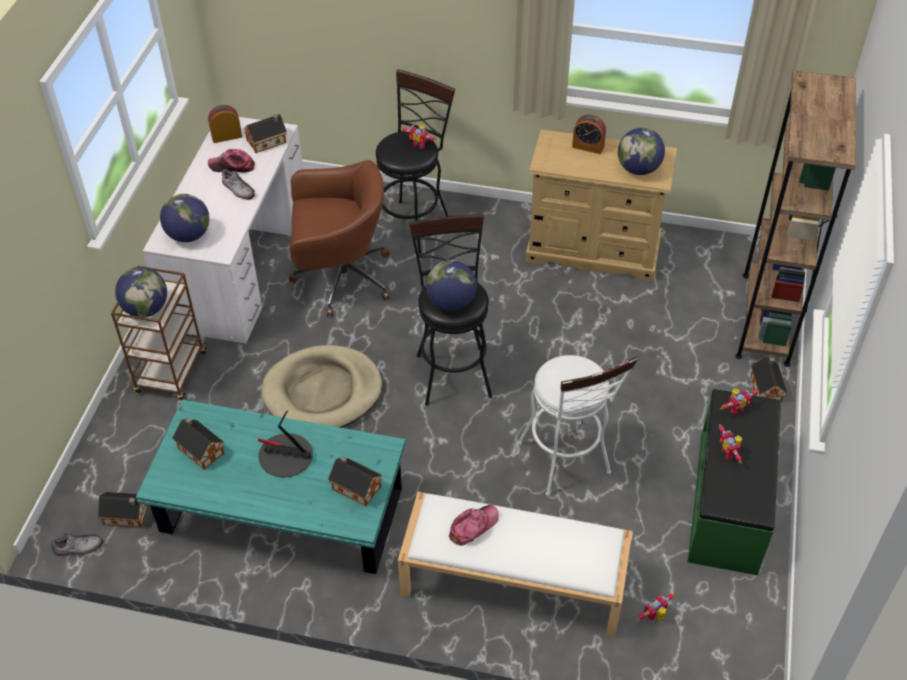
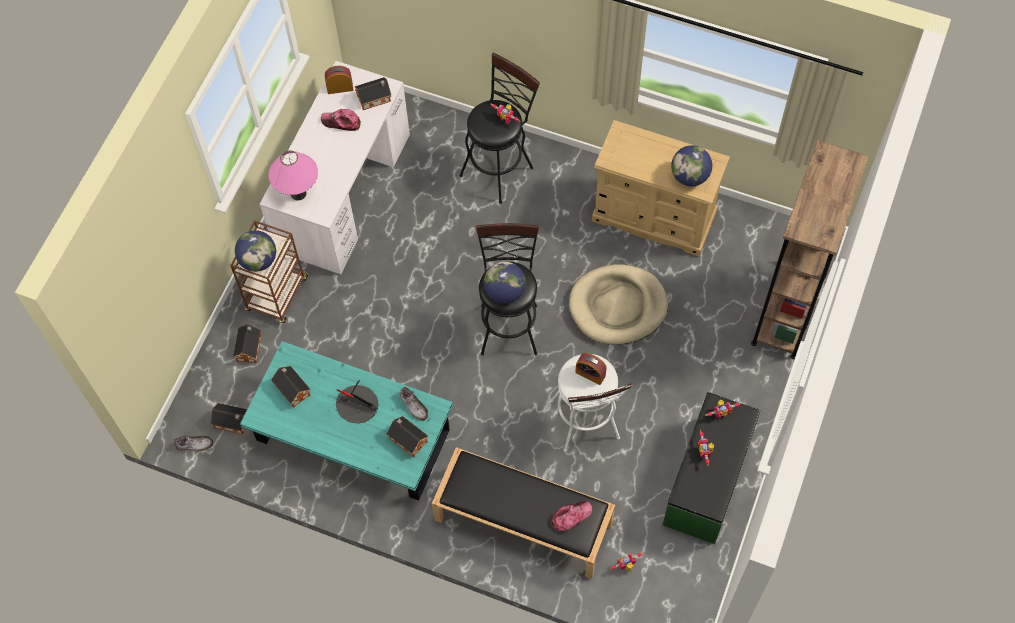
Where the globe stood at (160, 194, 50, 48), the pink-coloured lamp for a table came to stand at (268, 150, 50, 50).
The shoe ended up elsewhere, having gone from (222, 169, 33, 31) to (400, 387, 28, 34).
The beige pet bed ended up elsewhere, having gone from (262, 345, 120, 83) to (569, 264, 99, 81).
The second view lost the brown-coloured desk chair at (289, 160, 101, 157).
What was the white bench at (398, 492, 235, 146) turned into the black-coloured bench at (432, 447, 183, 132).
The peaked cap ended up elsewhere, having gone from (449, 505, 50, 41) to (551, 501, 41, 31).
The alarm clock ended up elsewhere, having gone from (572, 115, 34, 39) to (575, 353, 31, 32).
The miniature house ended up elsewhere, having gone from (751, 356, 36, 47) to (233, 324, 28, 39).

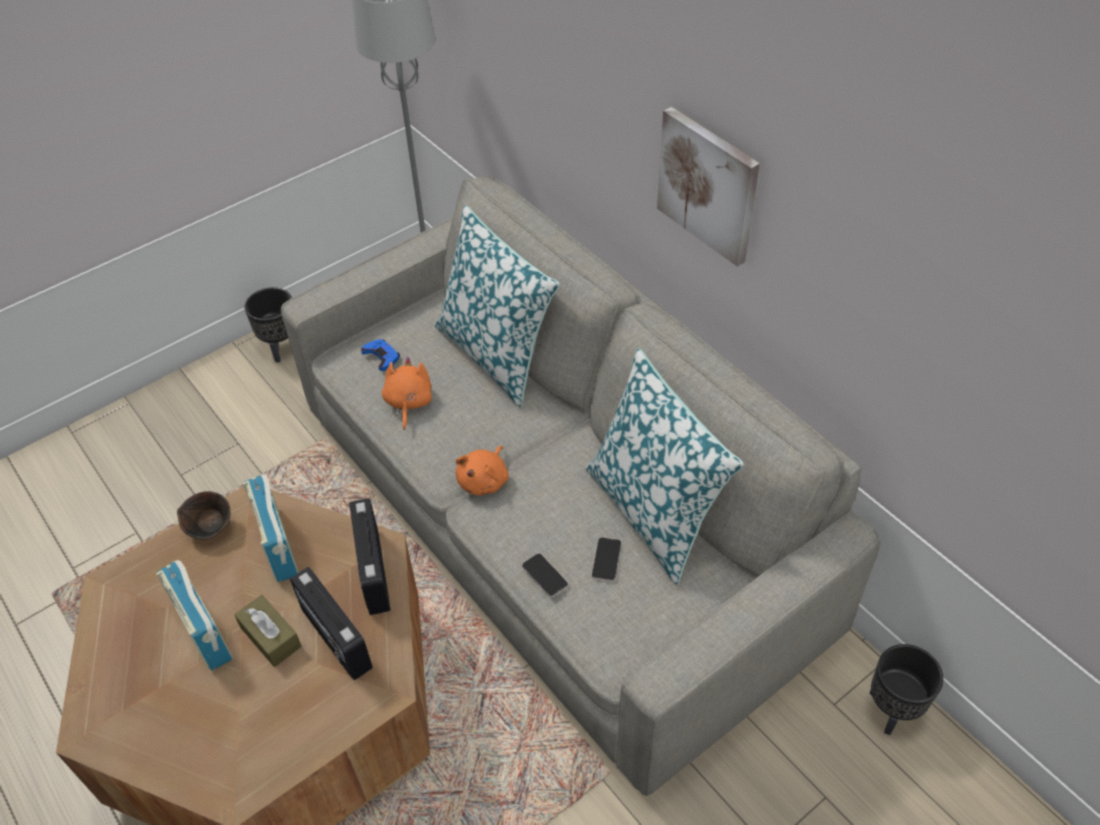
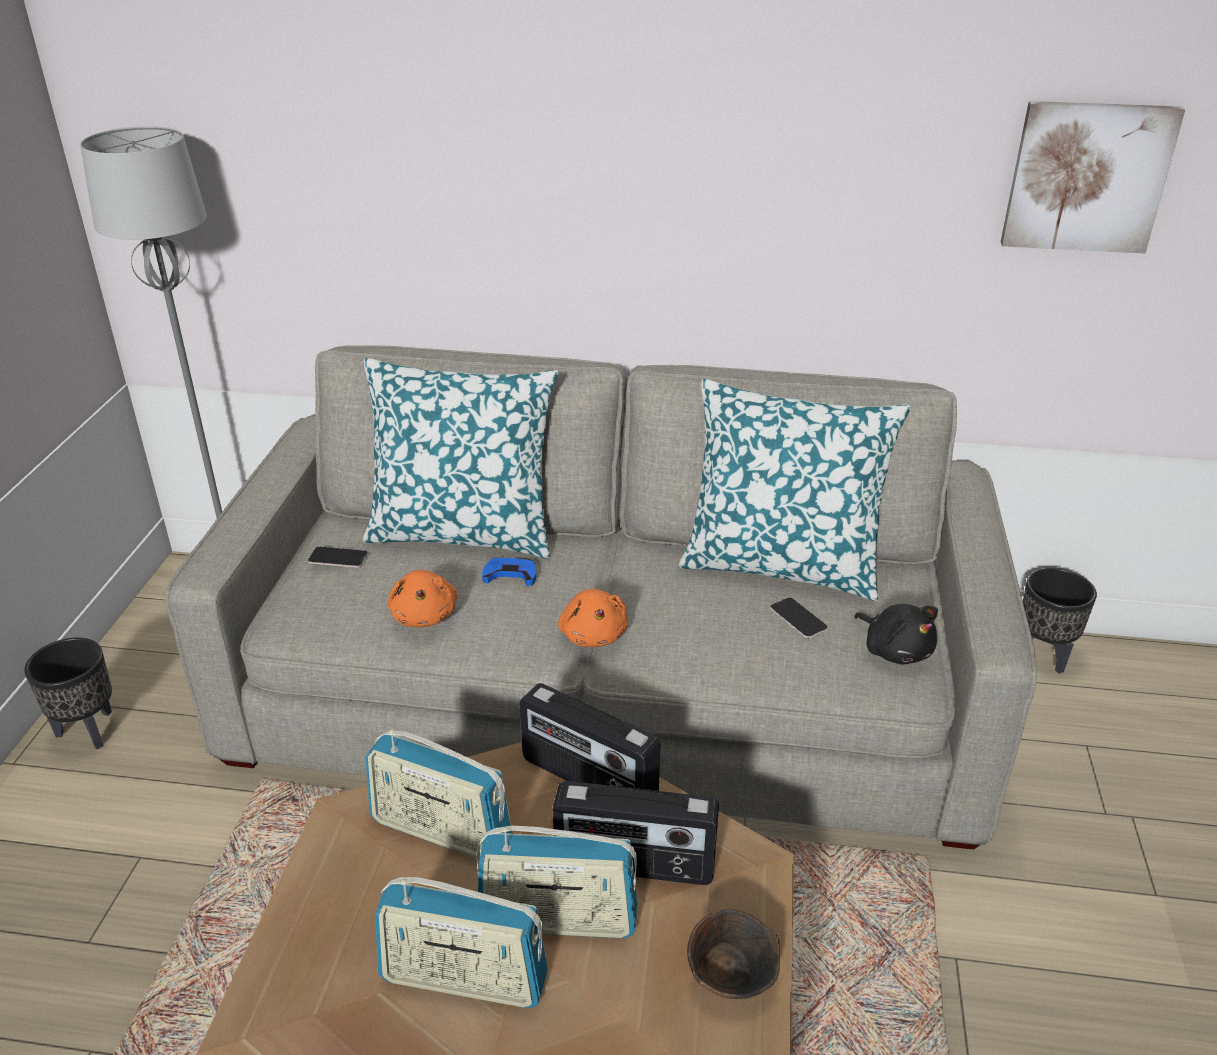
The brown-coloured serving bowl ended up elsewhere, having gone from (177, 491, 53, 49) to (687, 909, 93, 90).
Where the brown-coloured tissue box stood at (234, 595, 68, 72), the radio set came to stand at (477, 826, 160, 112).
The blue gamepad ended up elsewhere, having gone from (361, 339, 39, 32) to (482, 557, 54, 29).
The orange cuddly toy at (382, 357, 50, 73) ended up facing another way, 150 degrees counterclockwise from before.
The handset ended up elsewhere, having gone from (522, 553, 46, 44) to (308, 546, 60, 22).
The wall picture ended up elsewhere, having gone from (657, 107, 103, 160) to (1001, 101, 184, 153).
The second view gained the black-coloured cuddly toy at (854, 604, 84, 60).

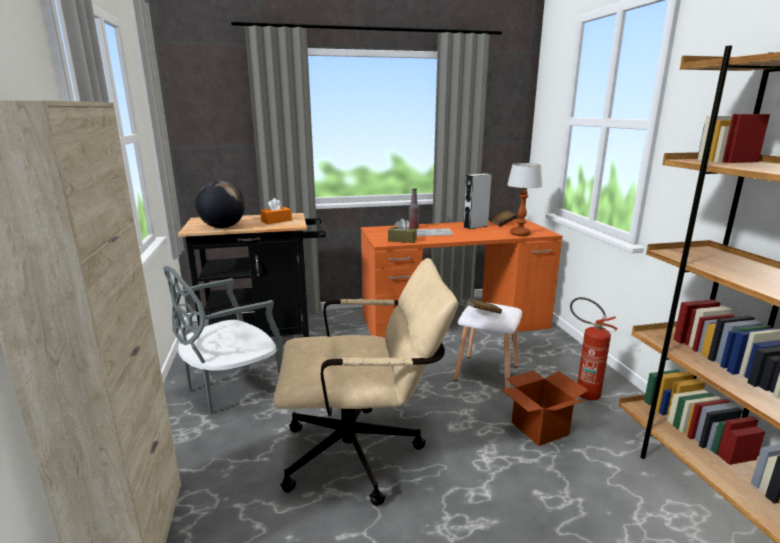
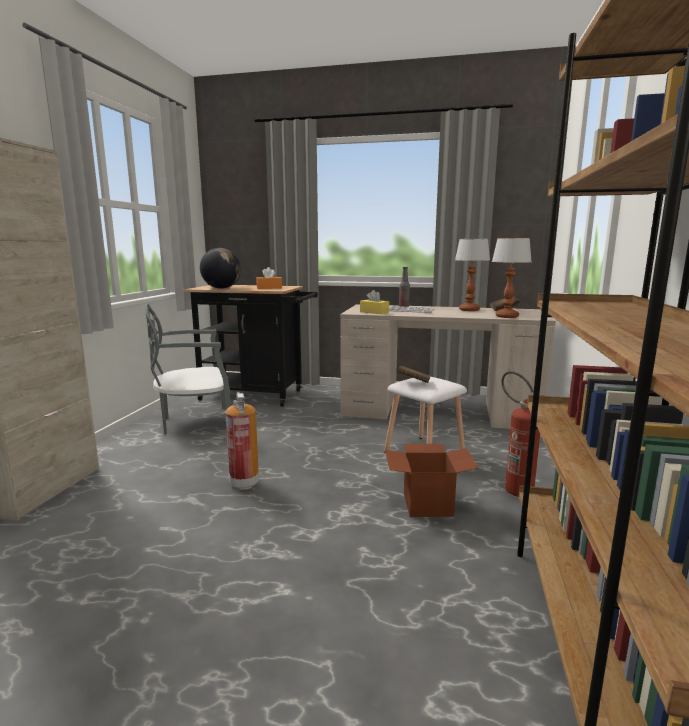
Where the beige desk chair stood at (273, 258, 185, 248), the extinguisher came to stand at (225, 392, 34, 98).
What was the orange desk table at (361, 219, 202, 119) turned into the beige desk table at (340, 304, 216, 125).
What was the brown-coloured tissue box at (388, 218, 29, 25) turned into the yellow tissue box at (360, 290, 29, 24).
Where the grey speaker stood at (463, 173, 29, 56), the lamp for a table came to stand at (455, 239, 35, 72).

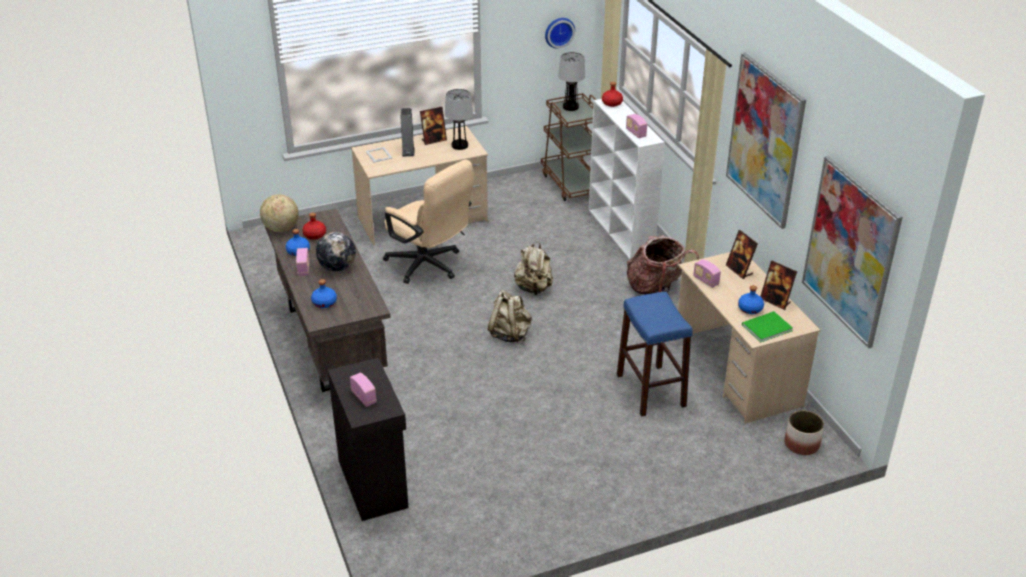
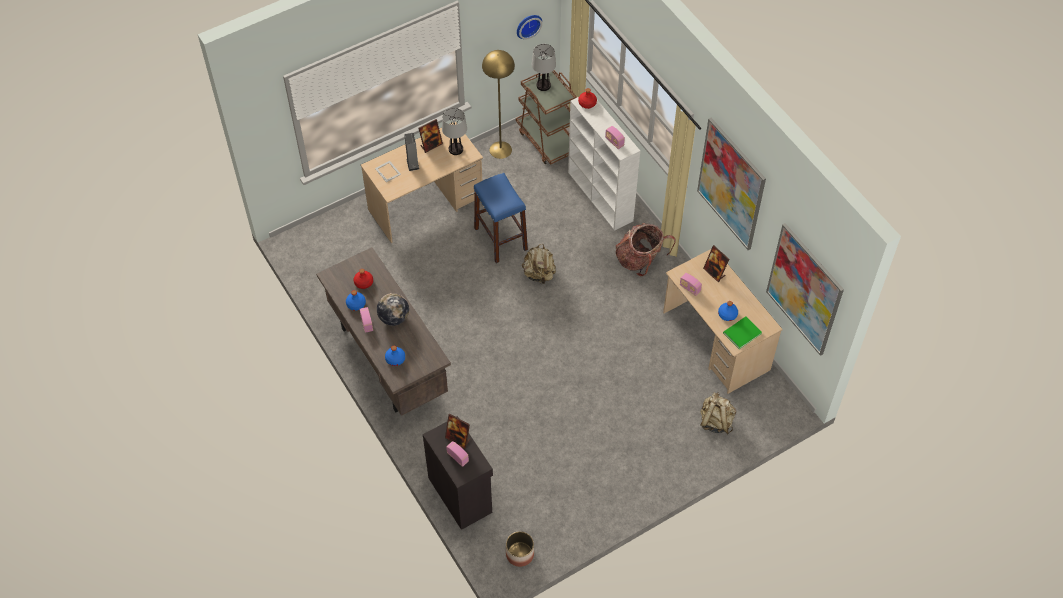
The second view lost the globe at (260, 194, 39, 38).
The second view lost the beige desk chair at (383, 160, 90, 124).
The beige rucksack ended up elsewhere, having gone from (488, 290, 44, 53) to (700, 392, 36, 42).
The blue stool seat ended up elsewhere, having gone from (617, 292, 76, 125) to (474, 173, 54, 90).
The picture frame ended up elsewhere, having gone from (760, 261, 37, 49) to (445, 413, 26, 36).
The flower pot ended up elsewhere, having gone from (784, 410, 40, 45) to (506, 531, 28, 36).
The second view gained the yellow floor lamp at (482, 50, 33, 109).

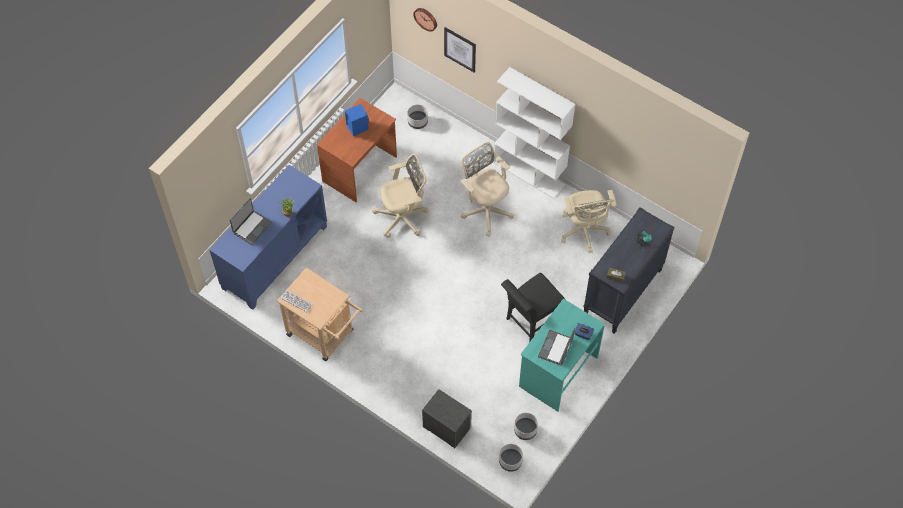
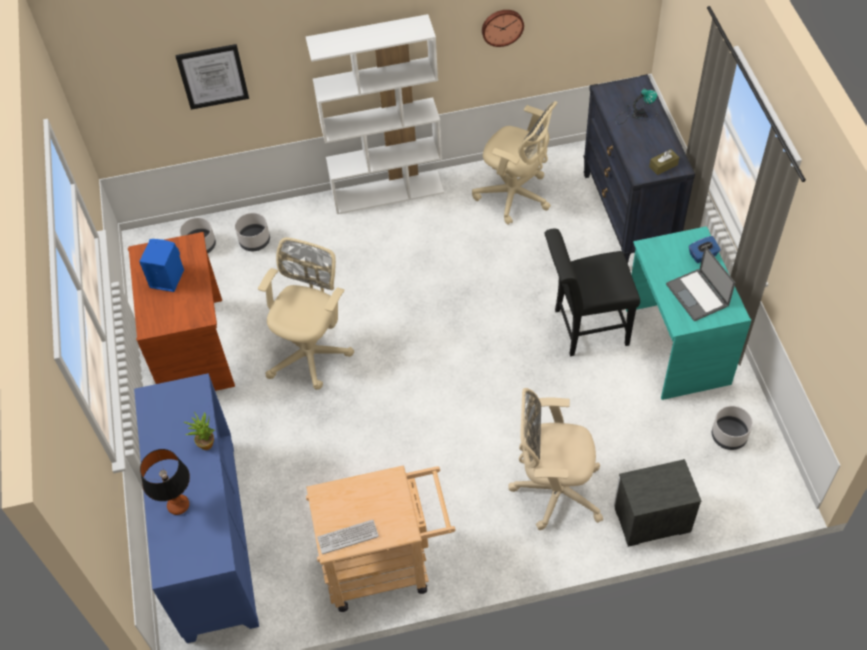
Where the portable computer stood at (230, 198, 42, 47), the lamp for a table came to stand at (140, 449, 50, 66).
The clock on the wall ended up elsewhere, having gone from (413, 8, 24, 23) to (482, 10, 42, 37).
The beige desk chair ended up elsewhere, having gone from (460, 142, 54, 95) to (508, 388, 95, 142).
The grey flower pot ended up elsewhere, having gone from (499, 444, 24, 28) to (235, 213, 35, 38).
The black-coloured upright chair at (501, 273, 65, 69) ended up facing another way, 75 degrees clockwise from before.

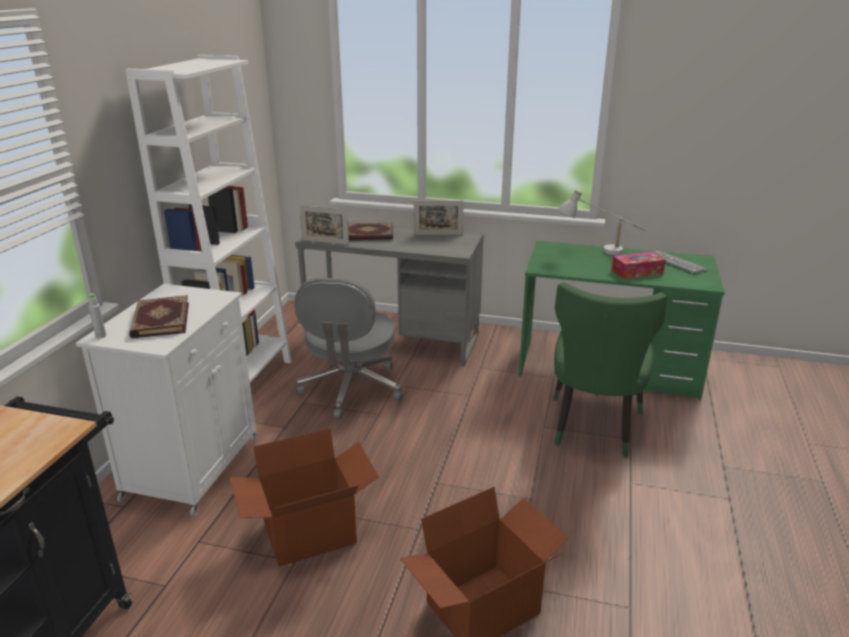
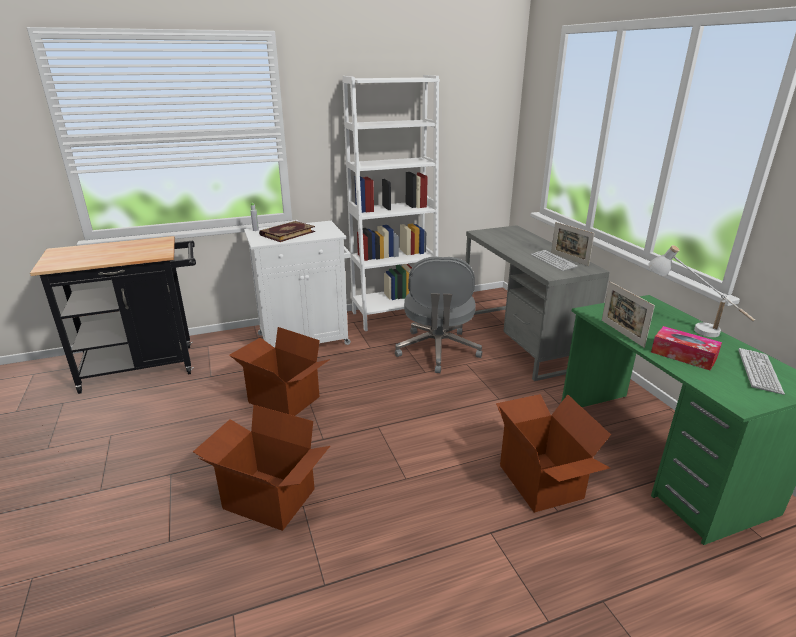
The grey desk chair at (295, 277, 108, 142) ended up facing another way, 60 degrees counterclockwise from before.
The picture frame ended up elsewhere, having gone from (300, 205, 49, 40) to (602, 281, 53, 67).
The second view lost the bound book at (348, 223, 45, 17).
Where the green upright chair stood at (553, 282, 114, 175), the cardboard box came to stand at (496, 394, 115, 119).
The second view gained the computer keyboard at (531, 250, 47, 21).

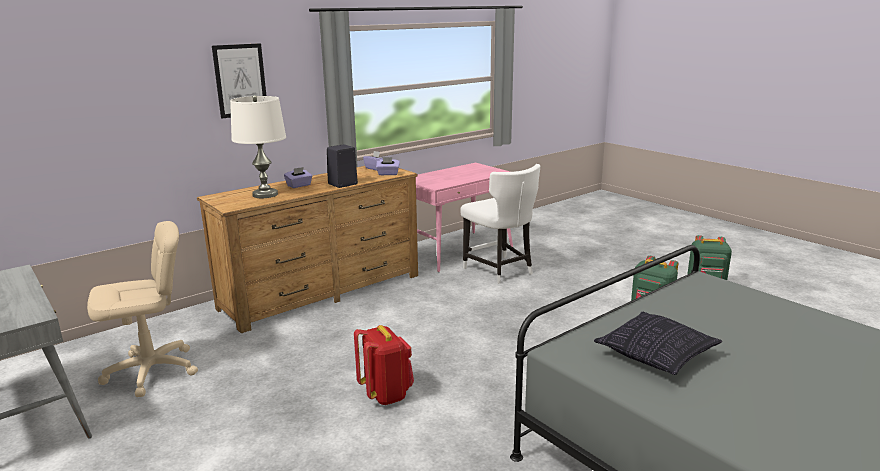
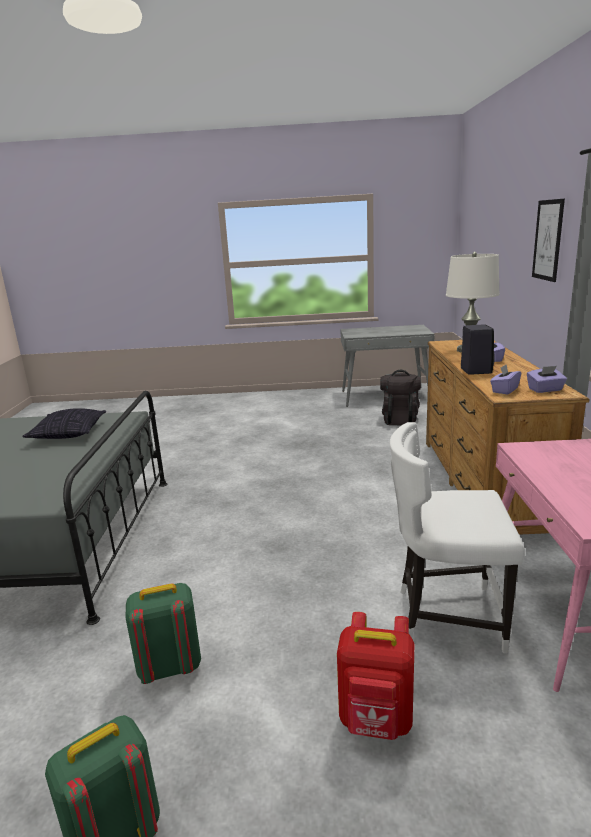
Where the beige desk chair stood at (87, 221, 111, 176), the black-coloured rucksack came to stand at (380, 370, 41, 55).
The red-coloured rucksack ended up elsewhere, having gone from (354, 325, 60, 80) to (337, 612, 77, 128).

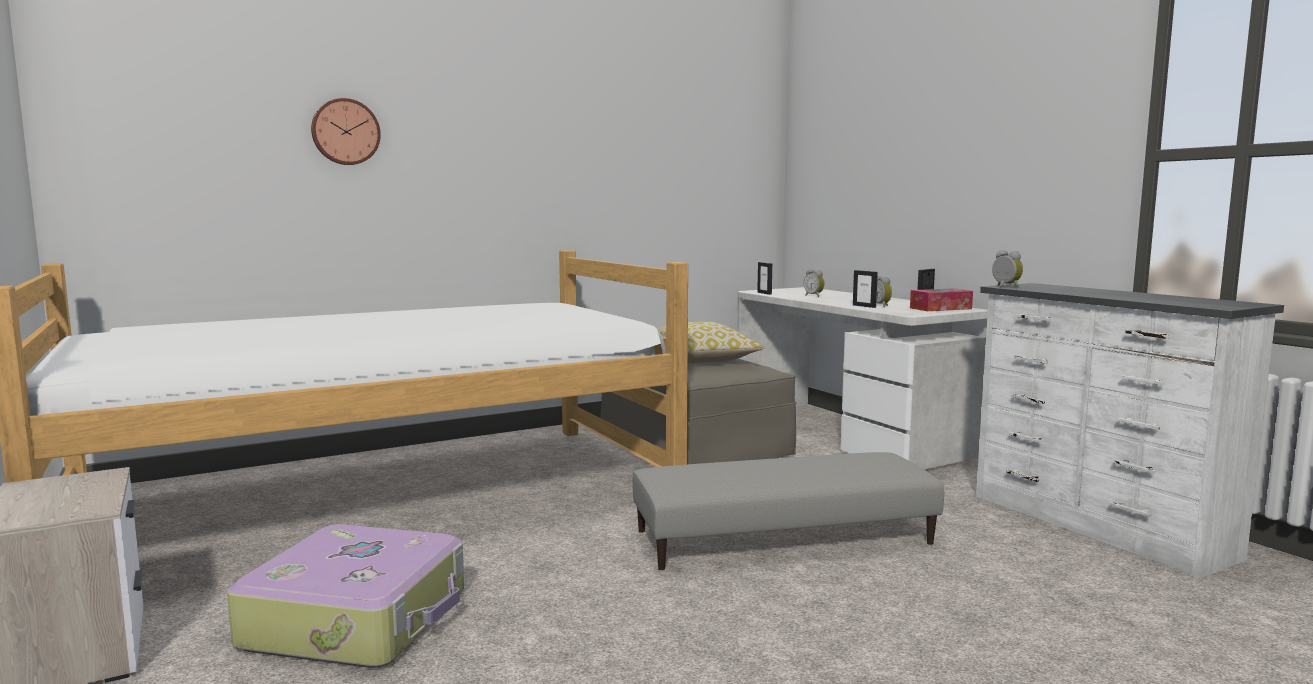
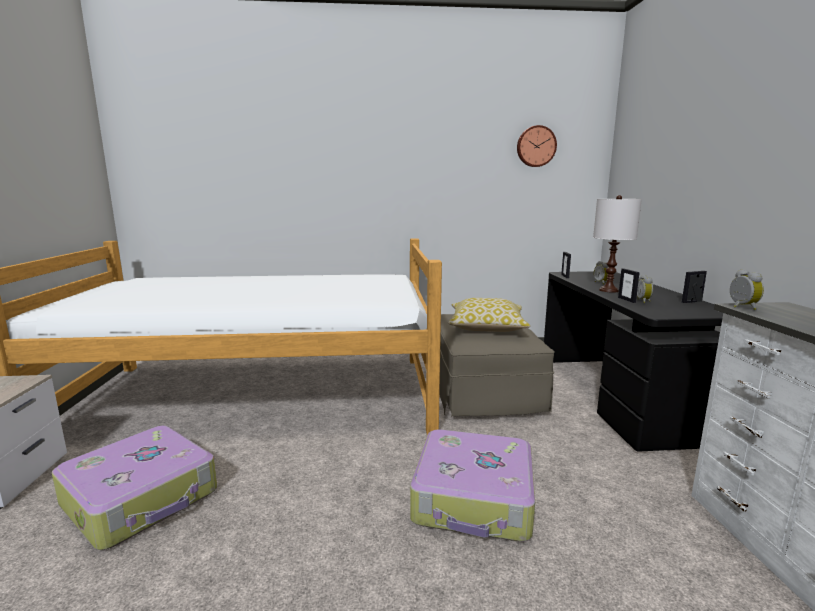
The clock on the wall ended up elsewhere, having gone from (311, 98, 70, 67) to (517, 125, 40, 42).
Where the grey pouffe stood at (633, 452, 311, 118), the suitcase came to stand at (410, 429, 125, 112).
What was the white desk table at (737, 287, 251, 182) turned into the black-coloured desk table at (544, 271, 179, 181).
The second view lost the tissue box at (910, 288, 63, 23).
The second view gained the white lamp for a table at (593, 195, 49, 98).

